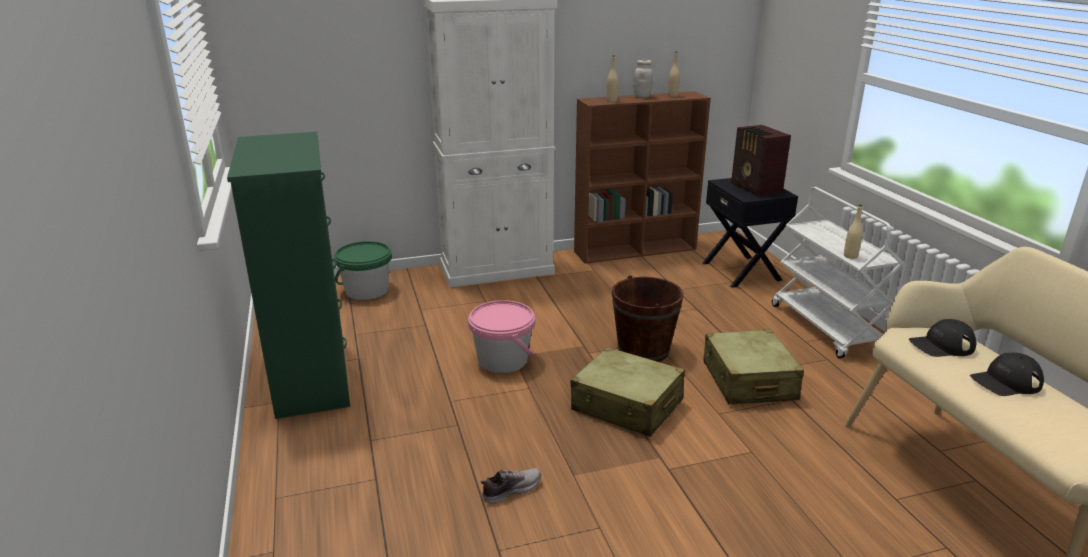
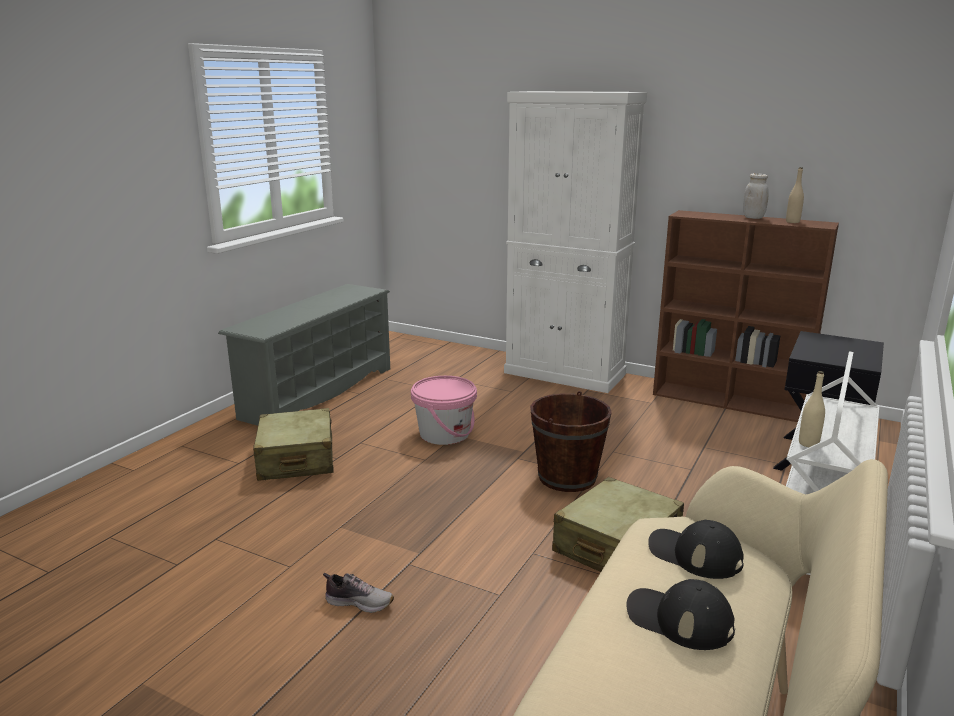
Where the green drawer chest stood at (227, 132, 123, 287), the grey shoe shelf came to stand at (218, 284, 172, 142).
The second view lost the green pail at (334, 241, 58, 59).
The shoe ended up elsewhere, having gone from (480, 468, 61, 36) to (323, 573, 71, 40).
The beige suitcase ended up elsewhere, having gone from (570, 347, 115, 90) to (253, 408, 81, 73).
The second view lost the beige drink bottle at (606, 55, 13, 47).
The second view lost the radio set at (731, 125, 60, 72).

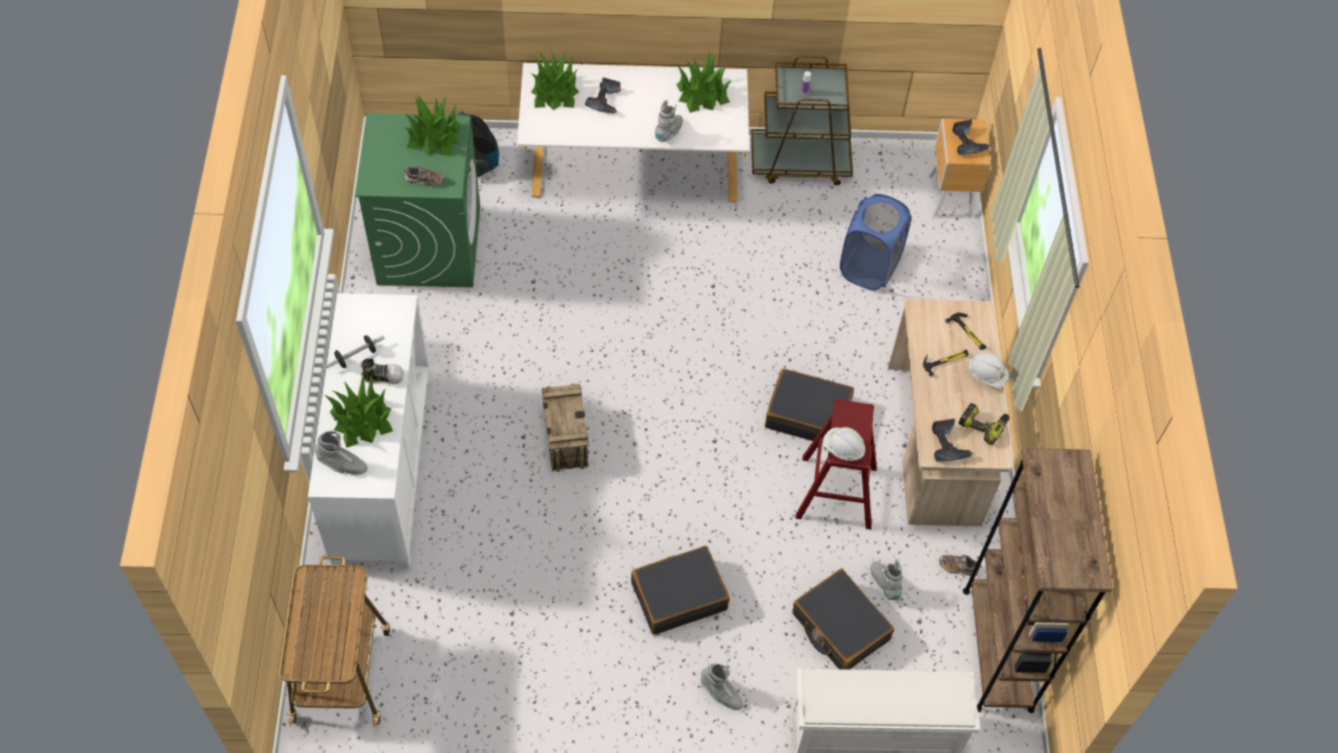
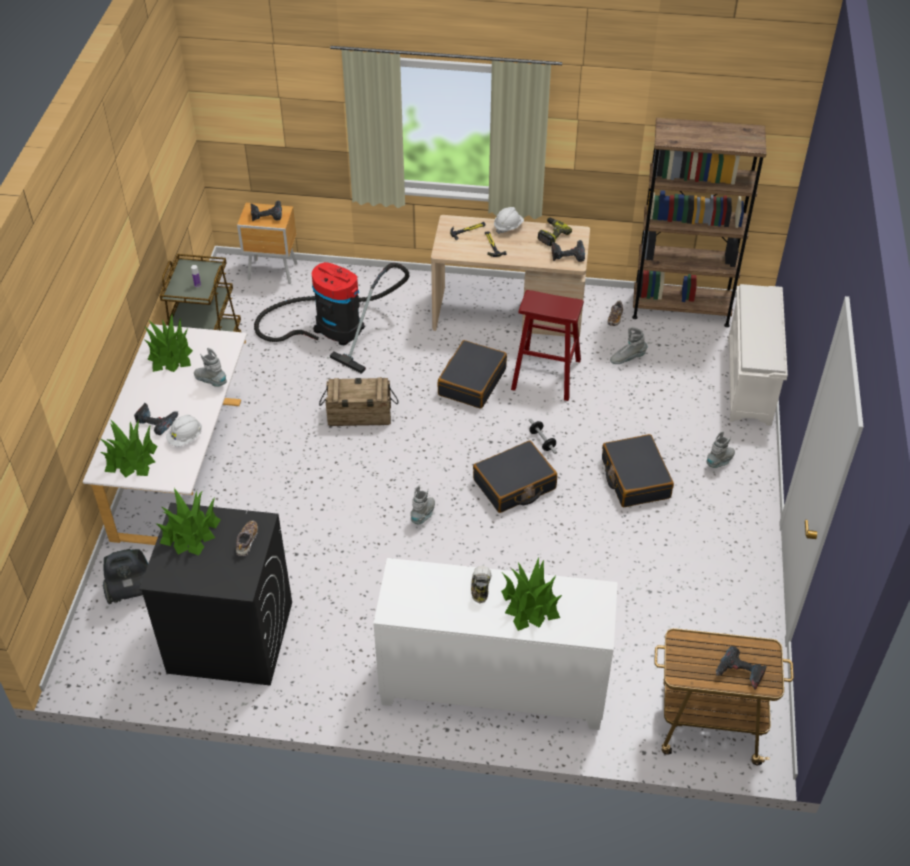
The grey boot ended up elsewhere, having gone from (314, 430, 53, 45) to (410, 485, 25, 40).
The dumbbell ended up elsewhere, having gone from (325, 335, 60, 34) to (529, 418, 28, 36).
What was the green washing machine at (355, 113, 125, 174) turned into the black-coloured washing machine at (139, 503, 153, 183).
The shipping crate ended up elsewhere, having gone from (541, 384, 48, 88) to (319, 377, 79, 49).
The black-coloured suitcase ended up elsewhere, having gone from (792, 568, 102, 102) to (473, 441, 84, 72).
The white work helmet ended up elsewhere, having gone from (823, 427, 42, 34) to (166, 415, 36, 32).
Where the blue laundry basket stood at (840, 194, 71, 97), the vacuum cleaner came to stand at (254, 262, 156, 112).
The second view gained the power drill at (716, 646, 51, 44).

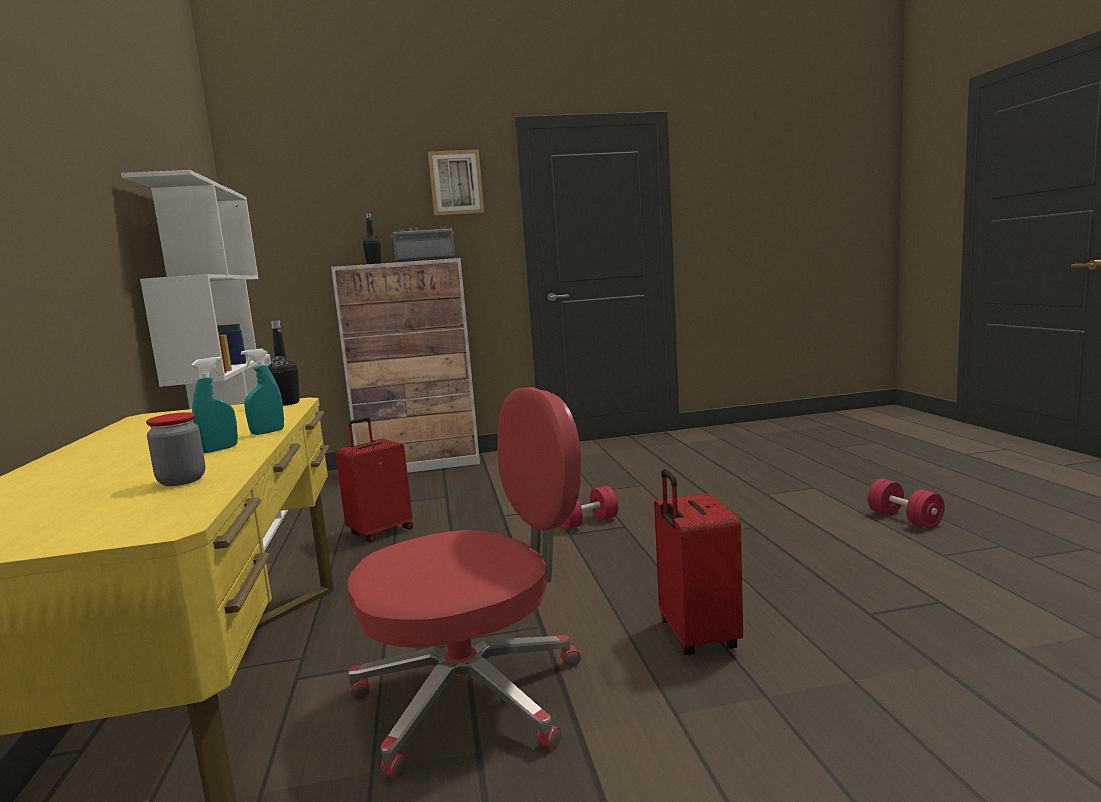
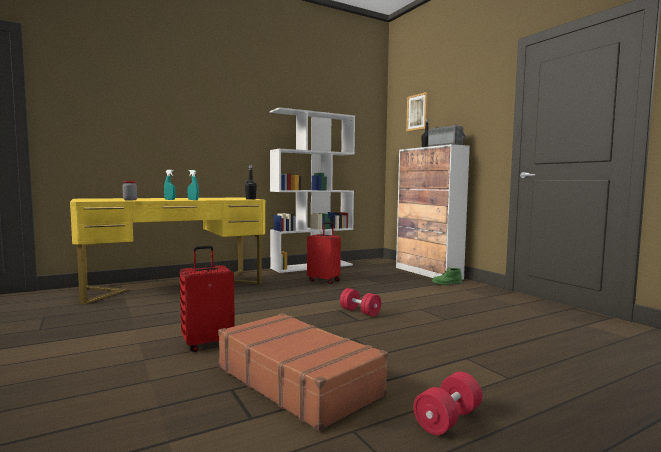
The second view lost the red-coloured desk chair at (348, 387, 233, 392).
The wall picture ended up elsewhere, having gone from (428, 149, 56, 67) to (406, 92, 23, 40).
The second view gained the brown-coloured suitcase at (218, 313, 170, 118).
The second view gained the green boot at (432, 268, 30, 17).

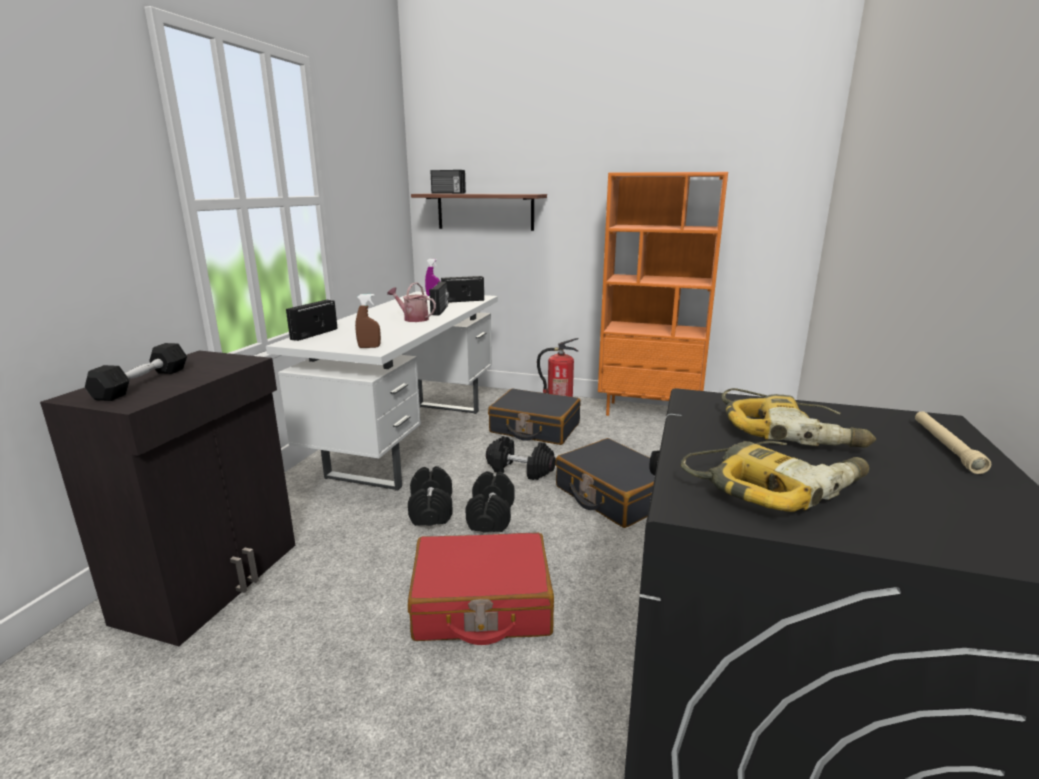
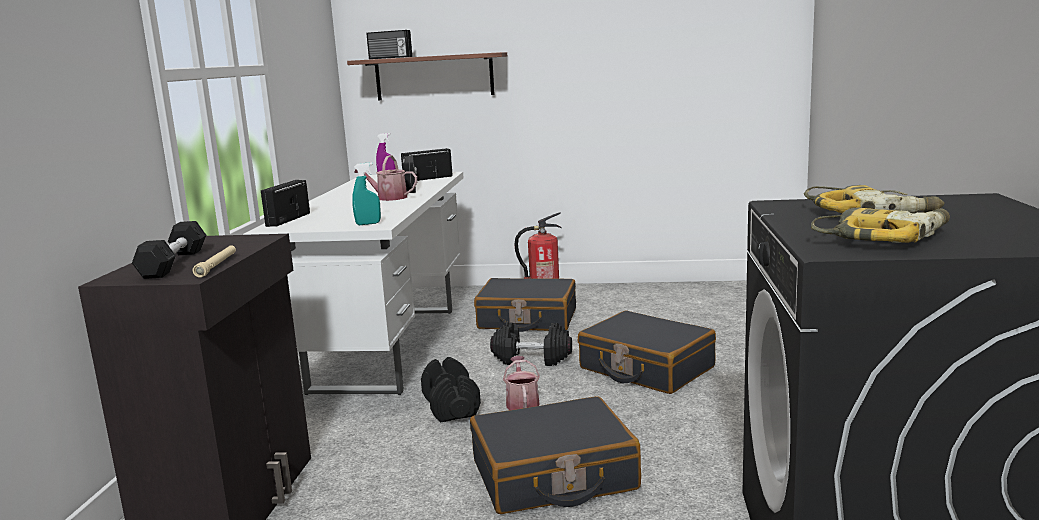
What was the brown-coloured spray bottle at (355, 294, 26, 54) turned into the turquoise spray bottle at (352, 162, 29, 63).
What was the red-coloured suitcase at (408, 532, 146, 113) turned into the black-coloured suitcase at (470, 396, 171, 118).
Where the black-coloured dumbbell stood at (465, 471, 50, 62), the watering pot came to stand at (503, 356, 37, 54).
The second view lost the orange shelving unit at (598, 172, 130, 244).
The beige torch ended up elsewhere, having gone from (915, 411, 76, 63) to (193, 246, 43, 32).

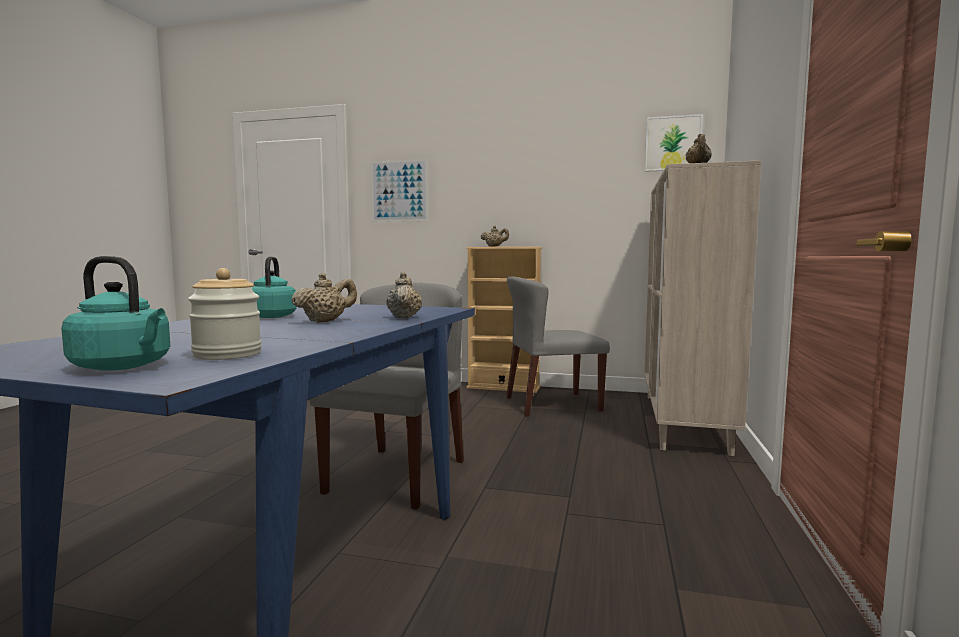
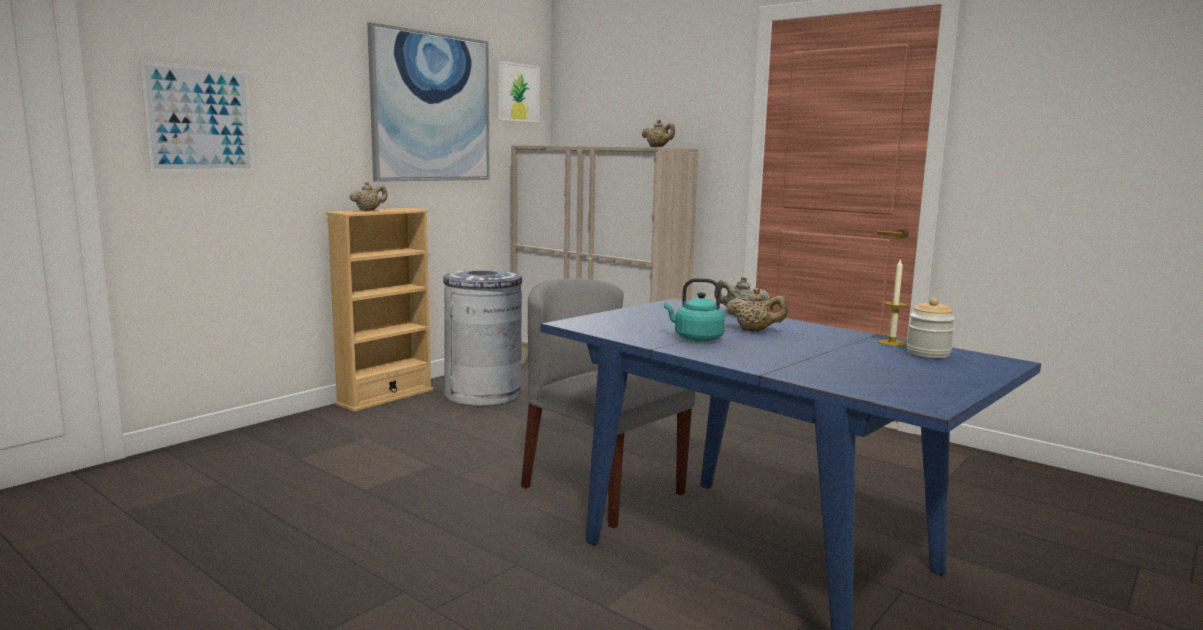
The second view lost the turquoise water kettle at (61, 256, 109, 115).
The beige teapot at (292, 273, 65, 50) ended up facing another way, 135 degrees clockwise from before.
Where the grey upright chair stood at (506, 276, 104, 141), the grey rubbish bin came to stand at (443, 270, 79, 136).
The second view gained the wall picture at (367, 22, 123, 160).
The second view gained the wax light at (878, 258, 30, 88).

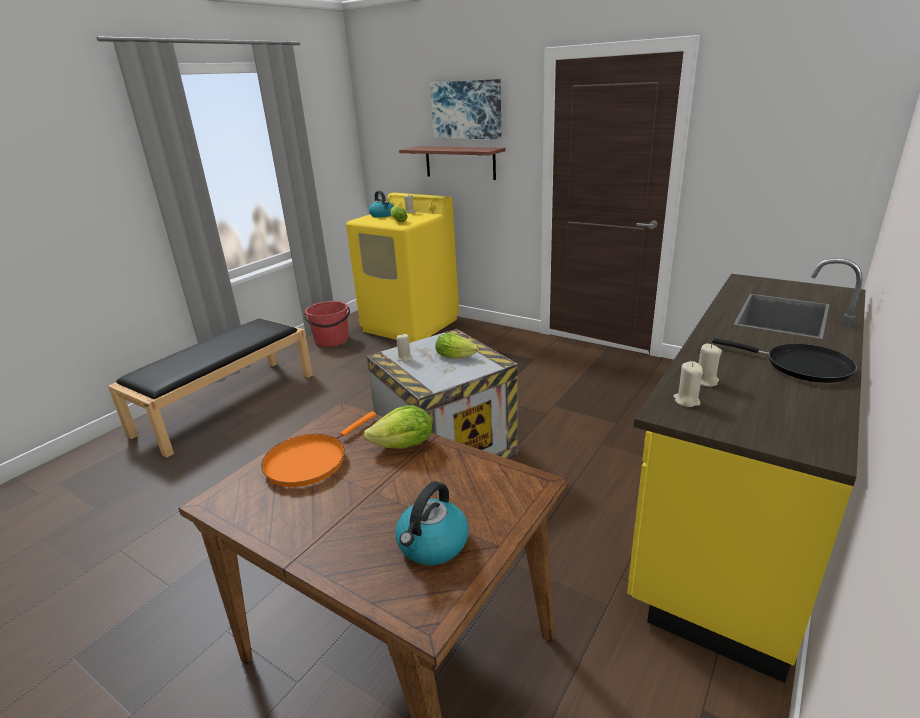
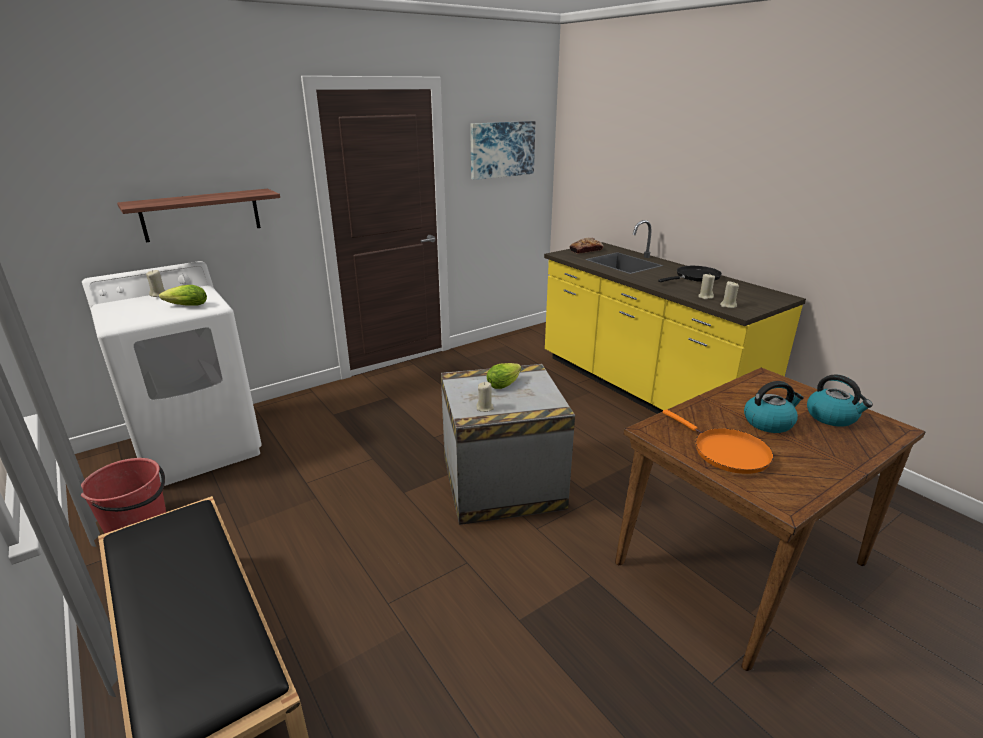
What was the yellow washing machine at (346, 193, 113, 150) turned into the white washing machine at (82, 261, 180, 225).
The second view lost the lettuce head at (363, 405, 69, 44).
The water kettle ended up elsewhere, having gone from (369, 191, 25, 27) to (744, 381, 60, 52).
The wall picture ended up elsewhere, having gone from (430, 79, 71, 60) to (470, 121, 65, 59).
The second view gained the bakery bread at (570, 238, 33, 16).

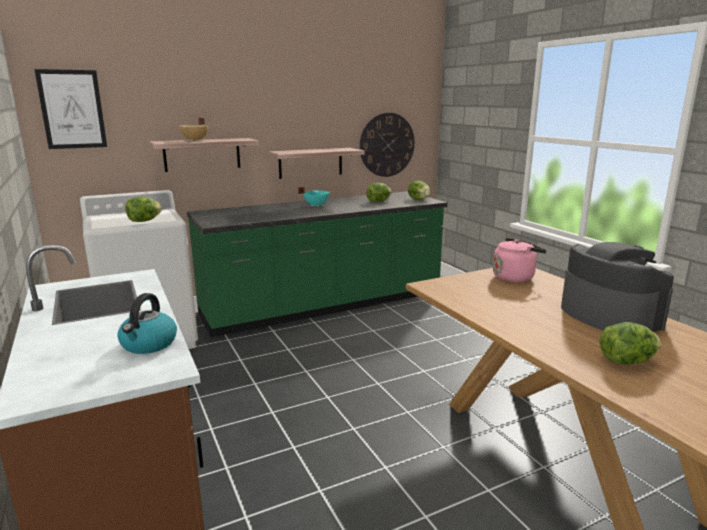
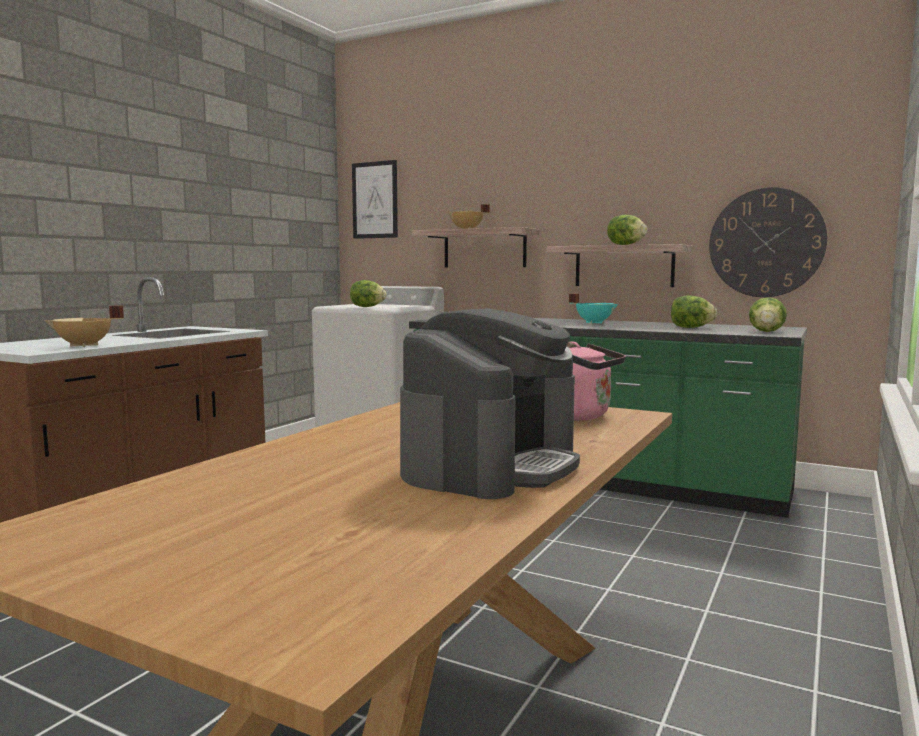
Where the water kettle stood at (117, 293, 60, 61), the beige stockpot came to stand at (44, 305, 80, 42).
The lettuce head ended up elsewhere, having gone from (600, 322, 61, 43) to (607, 215, 41, 30).

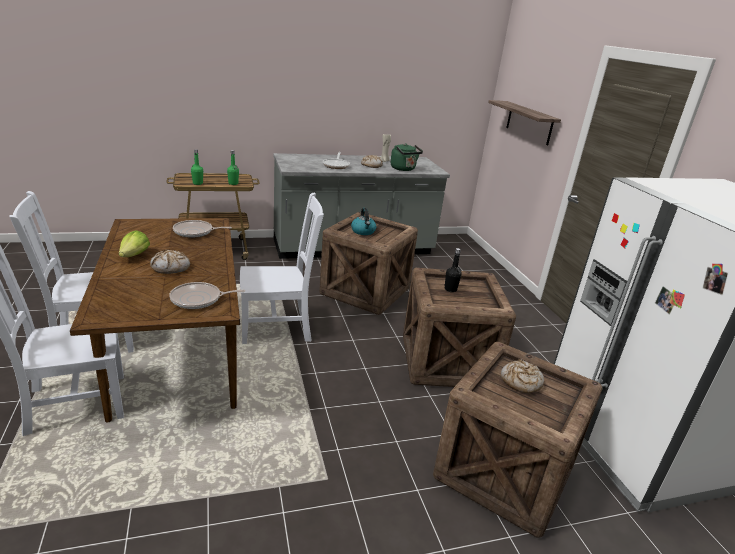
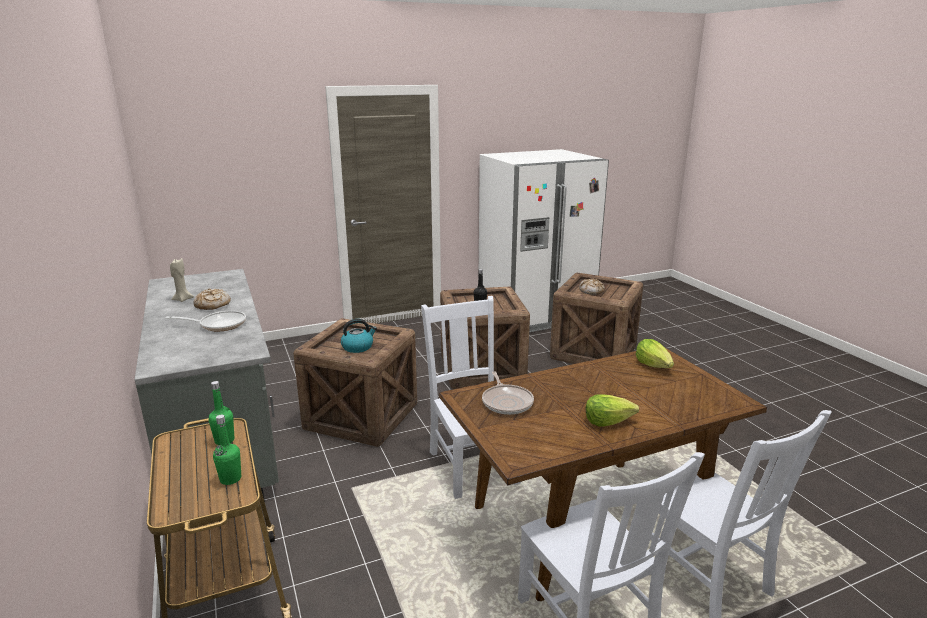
The second view lost the bakery bread at (150, 250, 40, 24).
Where the skillet stood at (170, 282, 75, 27), the lettuce head came to stand at (636, 339, 38, 29).
The second view lost the green water kettle at (391, 143, 32, 28).
The second view lost the wall shelf at (488, 100, 73, 46).

